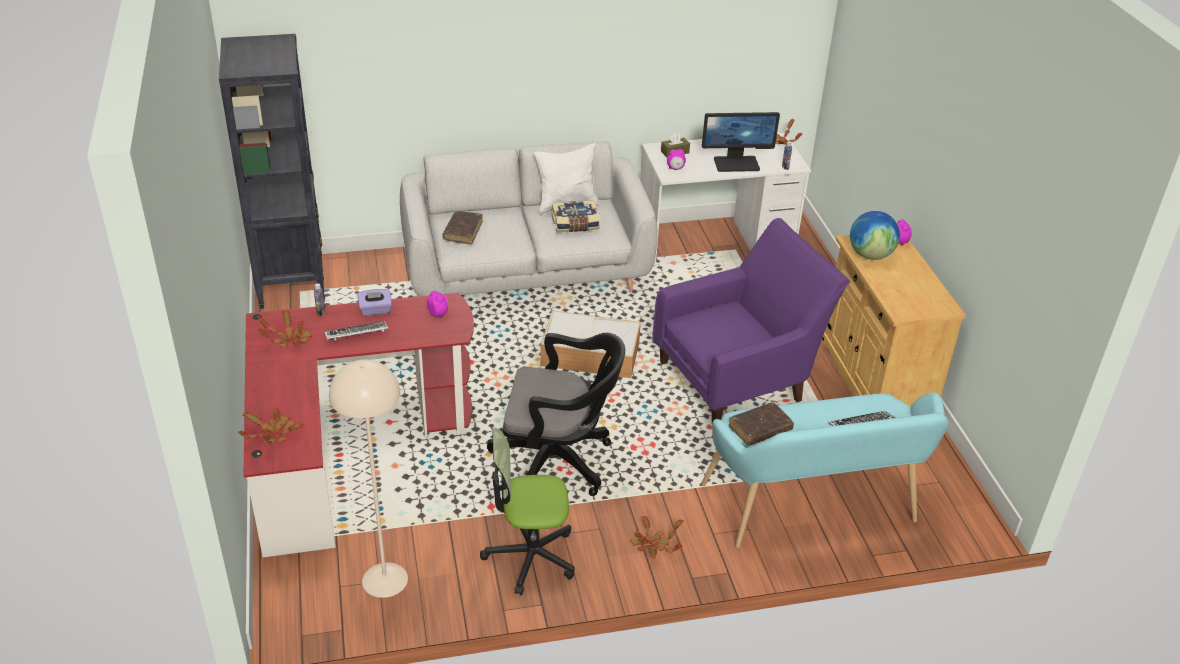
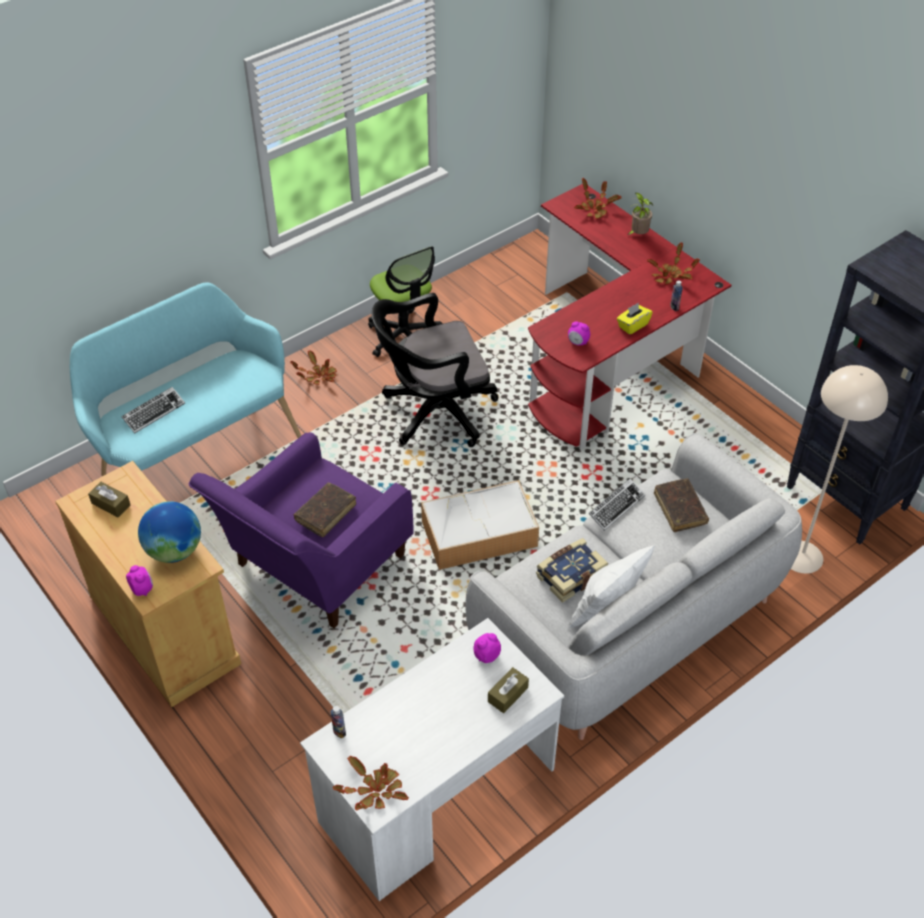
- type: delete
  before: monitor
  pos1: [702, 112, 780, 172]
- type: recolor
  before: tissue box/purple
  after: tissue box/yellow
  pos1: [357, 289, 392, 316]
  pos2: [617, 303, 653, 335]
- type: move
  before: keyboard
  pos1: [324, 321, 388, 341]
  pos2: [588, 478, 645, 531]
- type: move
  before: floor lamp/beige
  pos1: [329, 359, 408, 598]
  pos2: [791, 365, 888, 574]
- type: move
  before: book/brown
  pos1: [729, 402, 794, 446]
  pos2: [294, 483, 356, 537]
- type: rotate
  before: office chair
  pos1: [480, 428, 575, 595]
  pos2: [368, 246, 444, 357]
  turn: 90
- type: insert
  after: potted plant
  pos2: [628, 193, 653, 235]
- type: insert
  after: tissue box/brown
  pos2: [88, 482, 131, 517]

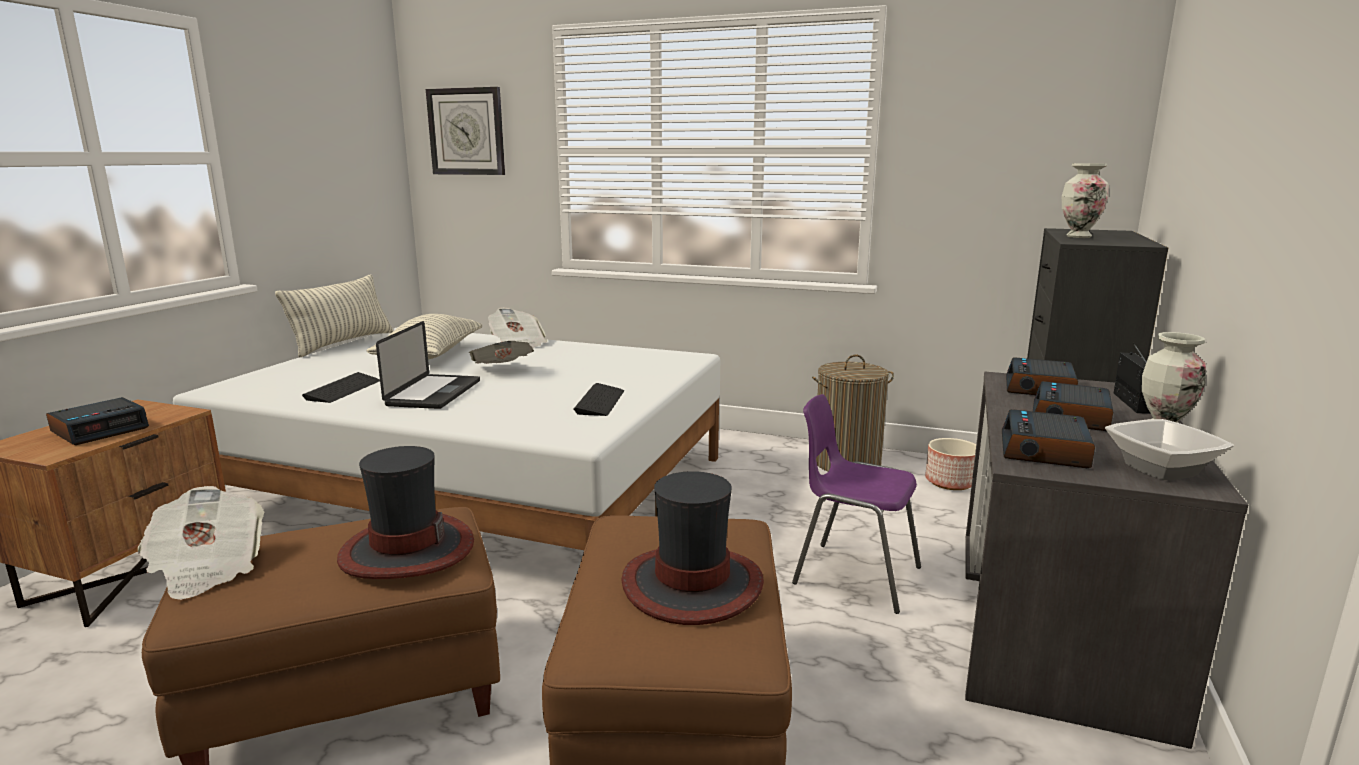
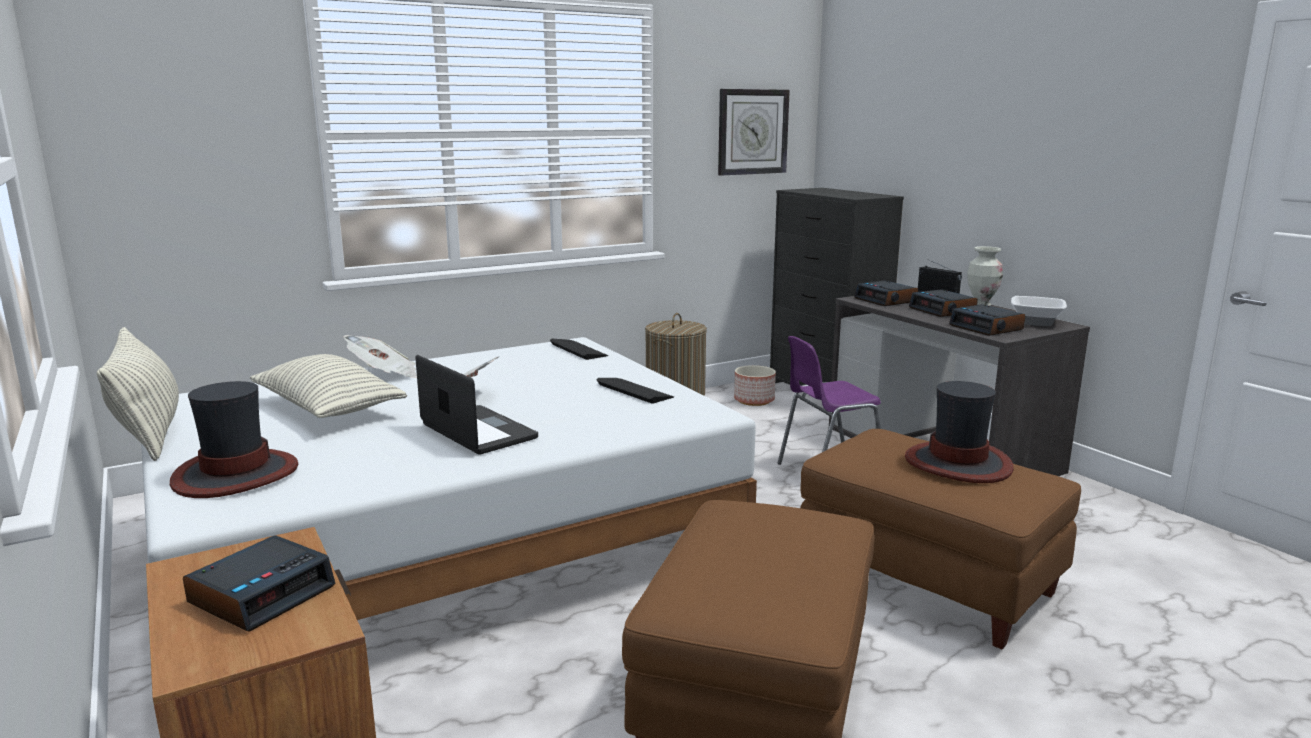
- type: move
  before: wall clock
  pos1: [426, 87, 505, 175]
  pos2: [718, 89, 790, 176]
- type: delete
  before: vase
  pos1: [1062, 163, 1108, 238]
- type: move
  before: keyboard
  pos1: [302, 372, 380, 403]
  pos2: [550, 339, 608, 360]
- type: rotate
  before: alarm clock
  pos1: [46, 397, 149, 445]
  pos2: [183, 535, 336, 632]
  turn: 45
- type: move
  before: hat
  pos1: [337, 446, 474, 579]
  pos2: [170, 381, 298, 498]
- type: delete
  before: newspaper
  pos1: [138, 486, 264, 600]

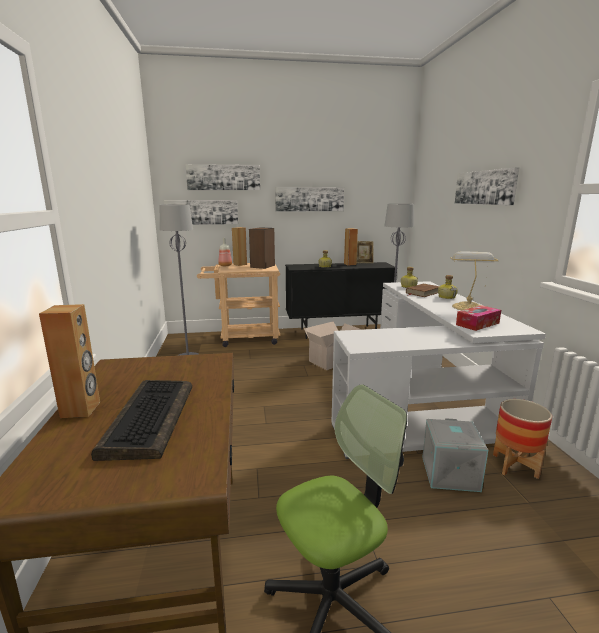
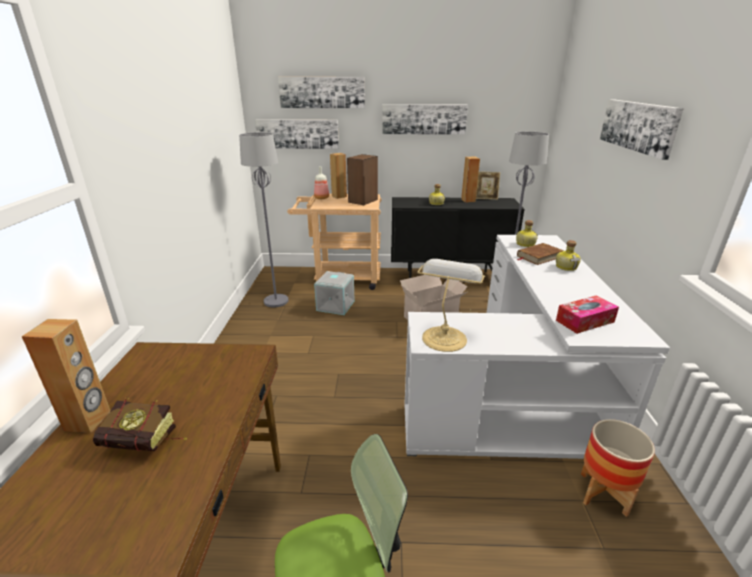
- type: move
  before: table lamp
  pos1: [451, 251, 499, 310]
  pos2: [417, 259, 485, 352]
- type: replace
  before: keyboard
  after: book
  pos1: [91, 380, 192, 461]
  pos2: [93, 398, 187, 451]
- type: move
  before: storage box/grey
  pos1: [422, 418, 488, 492]
  pos2: [314, 271, 354, 315]

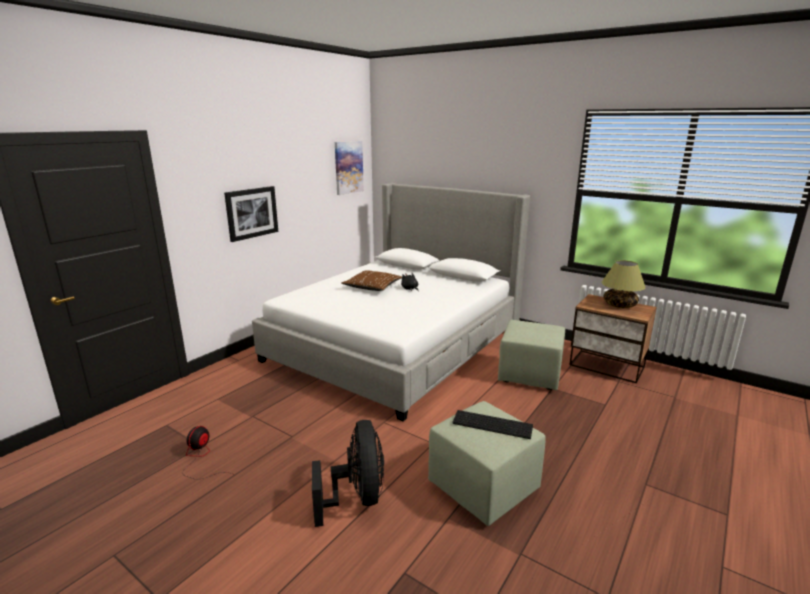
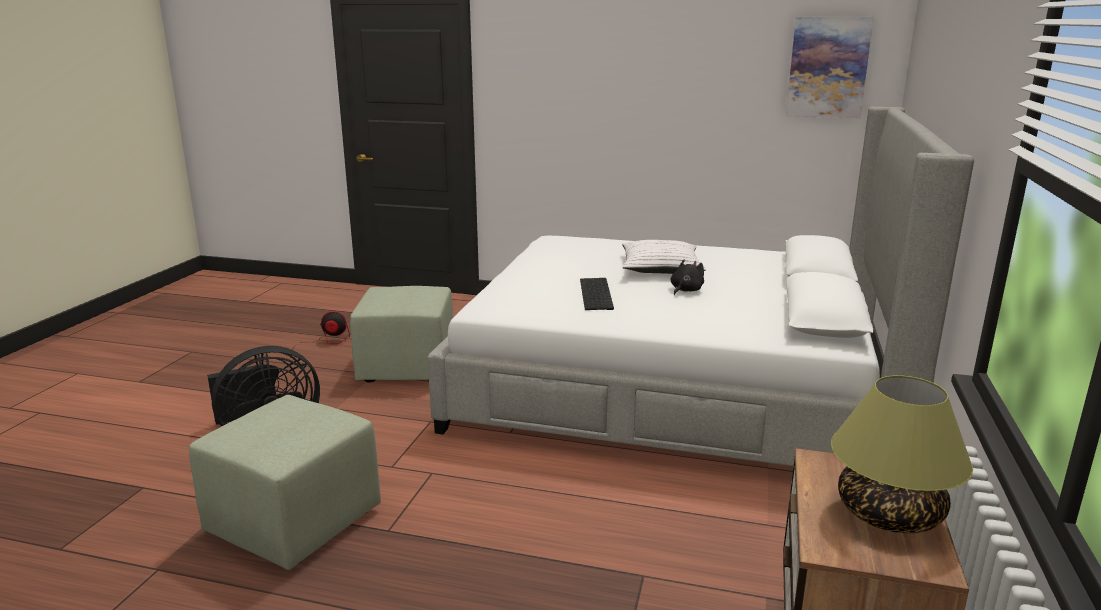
- type: delete
  before: picture
  pos1: [224, 186, 278, 242]
- type: recolor
  before: pillow/brown
  after: pillow/white
  pos1: [341, 270, 402, 291]
  pos2: [622, 240, 706, 274]
- type: move
  before: ottoman/green
  pos1: [498, 320, 565, 390]
  pos2: [350, 286, 453, 383]
- type: move
  before: keyboard
  pos1: [452, 410, 533, 439]
  pos2: [580, 278, 614, 310]

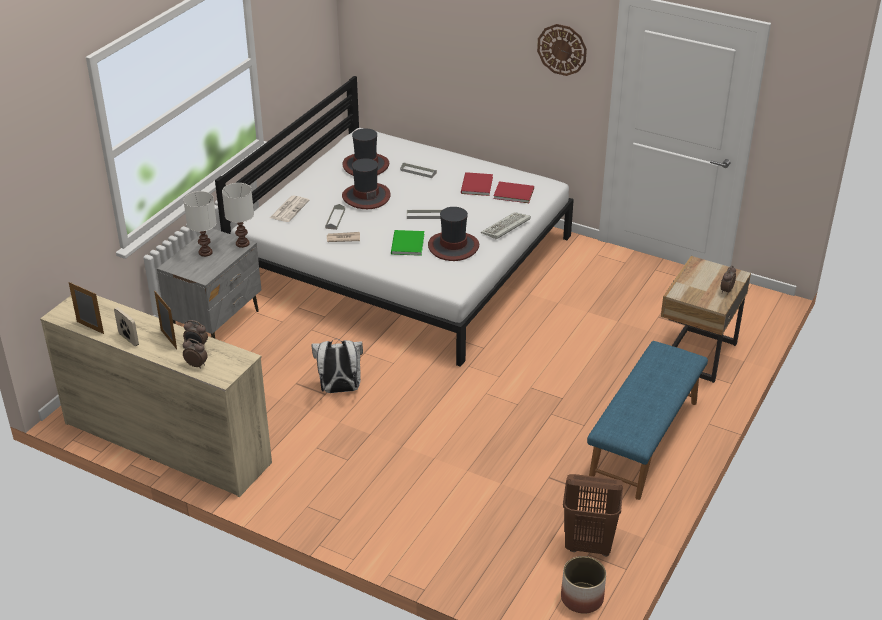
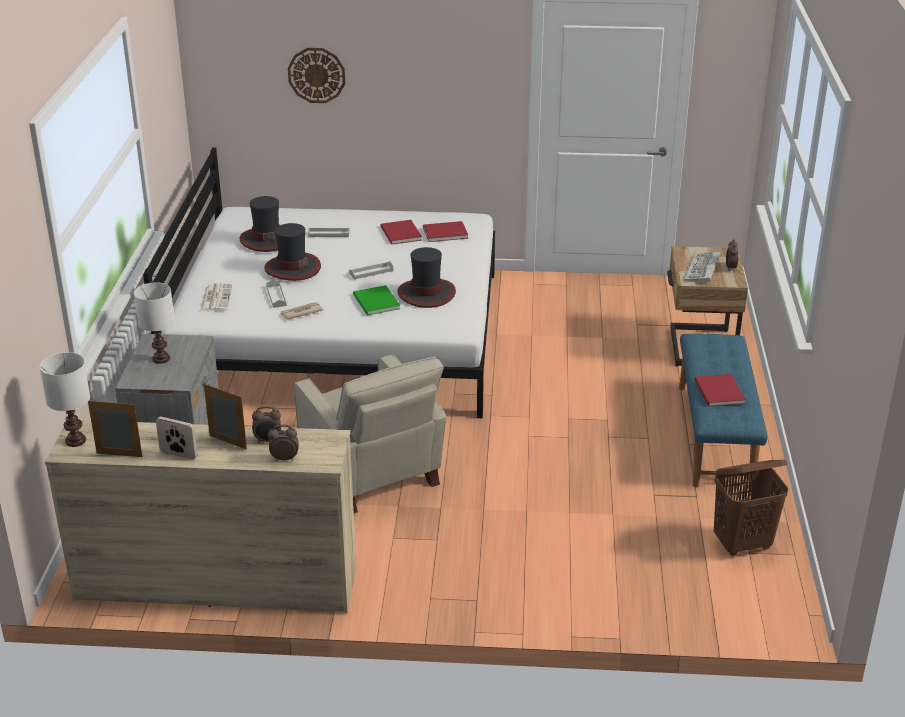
- type: move
  before: wall clock
  pos1: [537, 24, 587, 76]
  pos2: [288, 48, 345, 103]
- type: move
  before: table lamp/white
  pos1: [222, 183, 254, 248]
  pos2: [40, 352, 90, 447]
- type: move
  before: keyboard
  pos1: [481, 212, 531, 240]
  pos2: [684, 252, 720, 283]
- type: replace
  before: backpack/white
  after: armchair/beige
  pos1: [311, 339, 363, 393]
  pos2: [294, 354, 446, 513]
- type: delete
  before: planter
  pos1: [561, 556, 606, 613]
- type: insert
  after: book/red
  pos2: [694, 374, 746, 407]

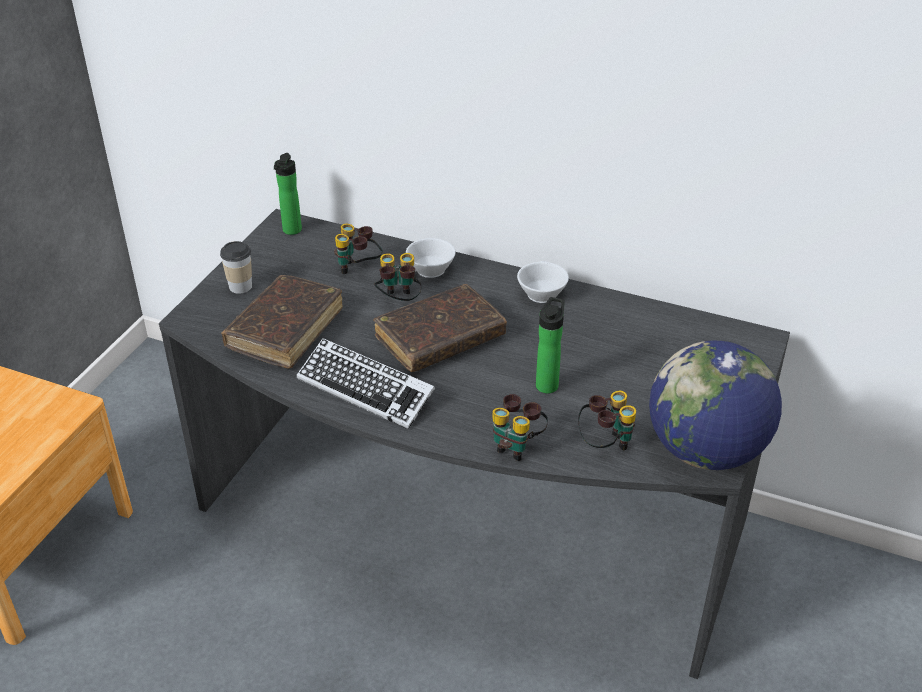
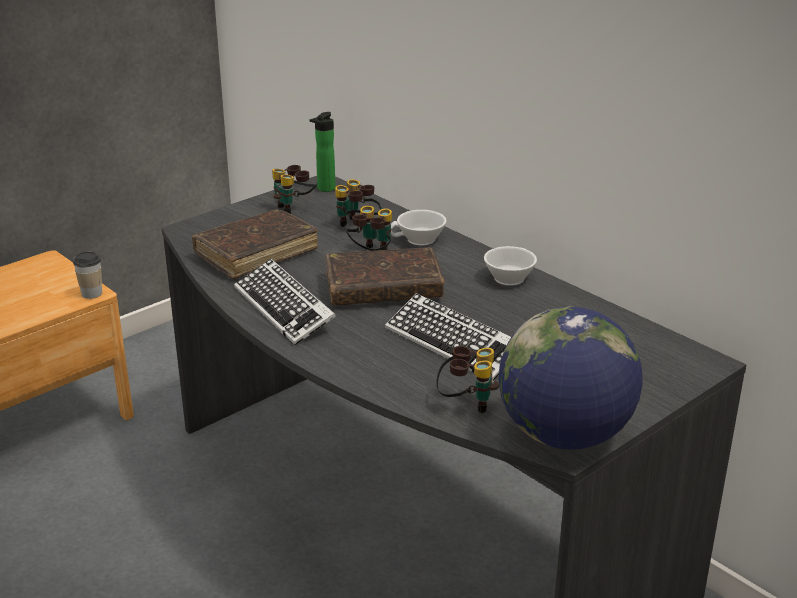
- type: move
  before: cup
  pos1: [220, 241, 252, 294]
  pos2: [73, 251, 102, 299]
- type: replace
  before: bottle
  after: keyboard
  pos1: [536, 297, 565, 394]
  pos2: [385, 293, 511, 380]
- type: move
  before: binoculars
  pos1: [492, 394, 548, 461]
  pos2: [272, 165, 317, 214]

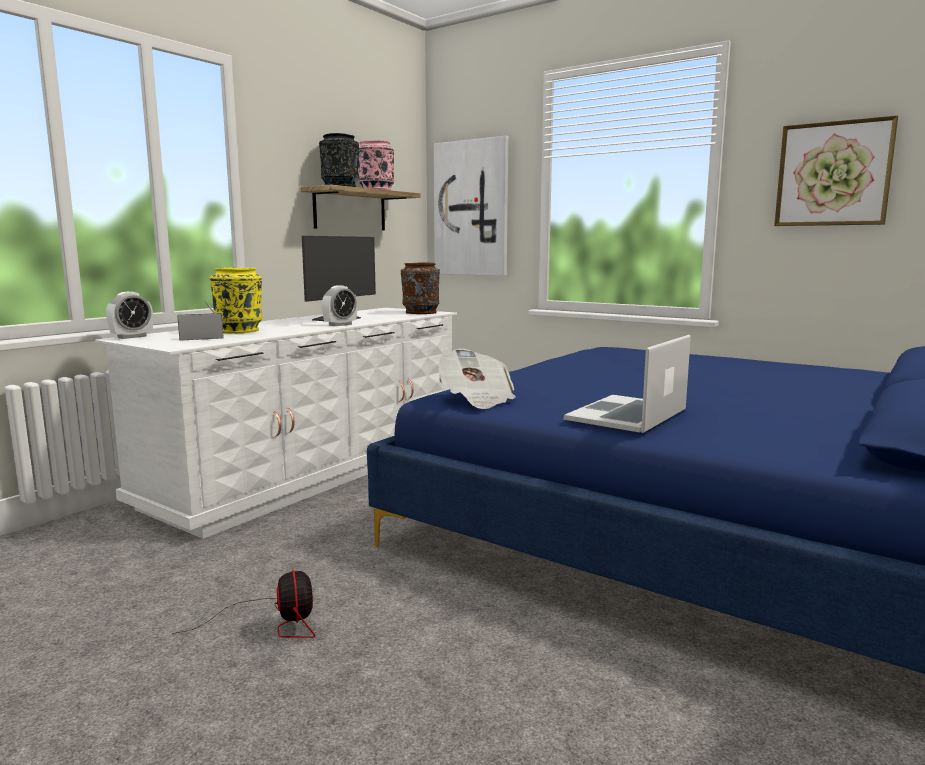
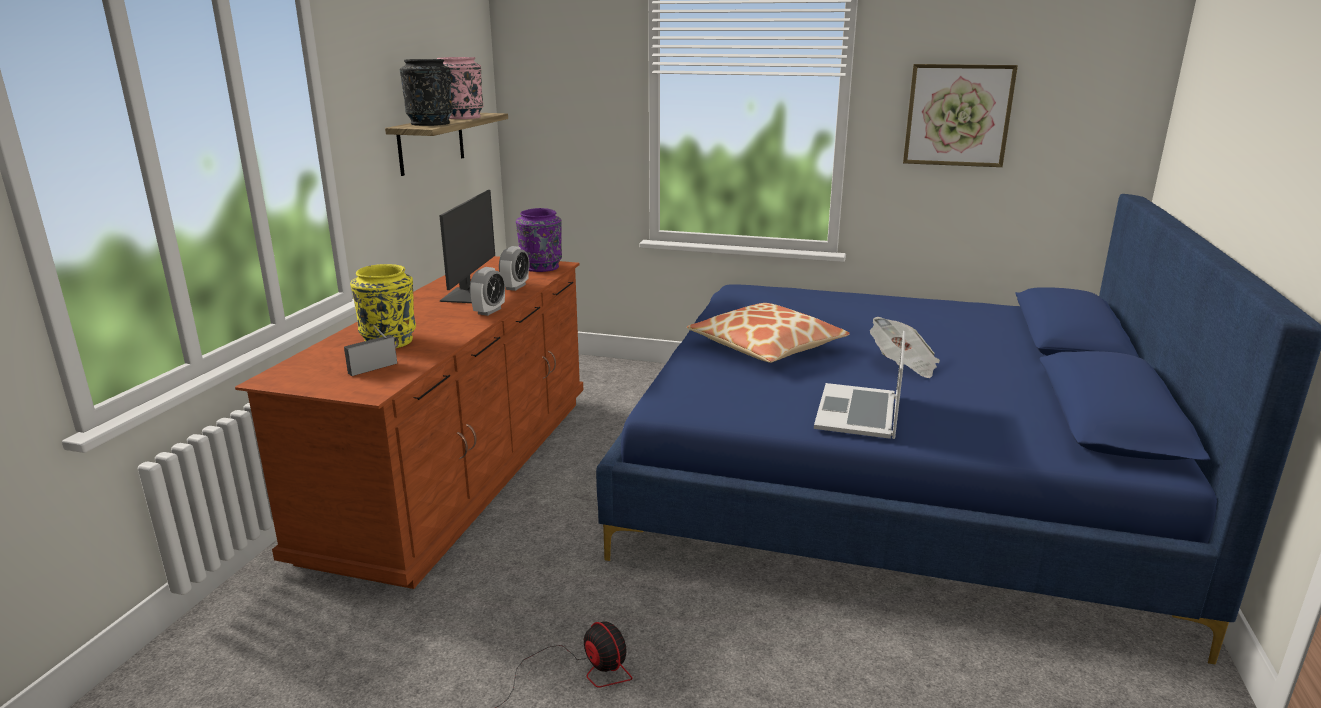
- type: delete
  before: picture
  pos1: [434, 136, 508, 276]
- type: recolor
  before: vase/brown
  after: vase/purple
  pos1: [401, 262, 440, 314]
  pos2: [516, 208, 562, 272]
- type: move
  before: alarm clock
  pos1: [106, 292, 153, 339]
  pos2: [499, 246, 529, 291]
- type: recolor
  before: dresser/white
  after: dresser/brown
  pos1: [95, 308, 457, 539]
  pos2: [235, 256, 583, 589]
- type: move
  before: newspaper
  pos1: [439, 349, 516, 409]
  pos2: [870, 317, 940, 378]
- type: insert
  after: pillow
  pos2: [687, 303, 850, 363]

